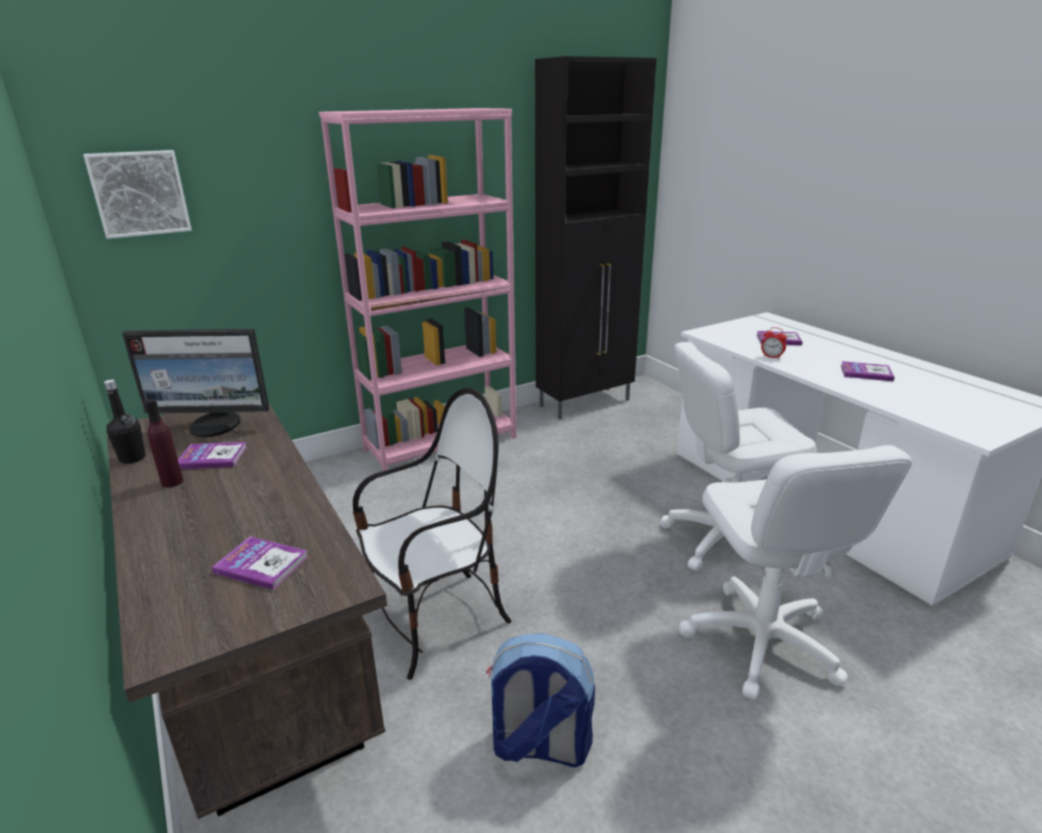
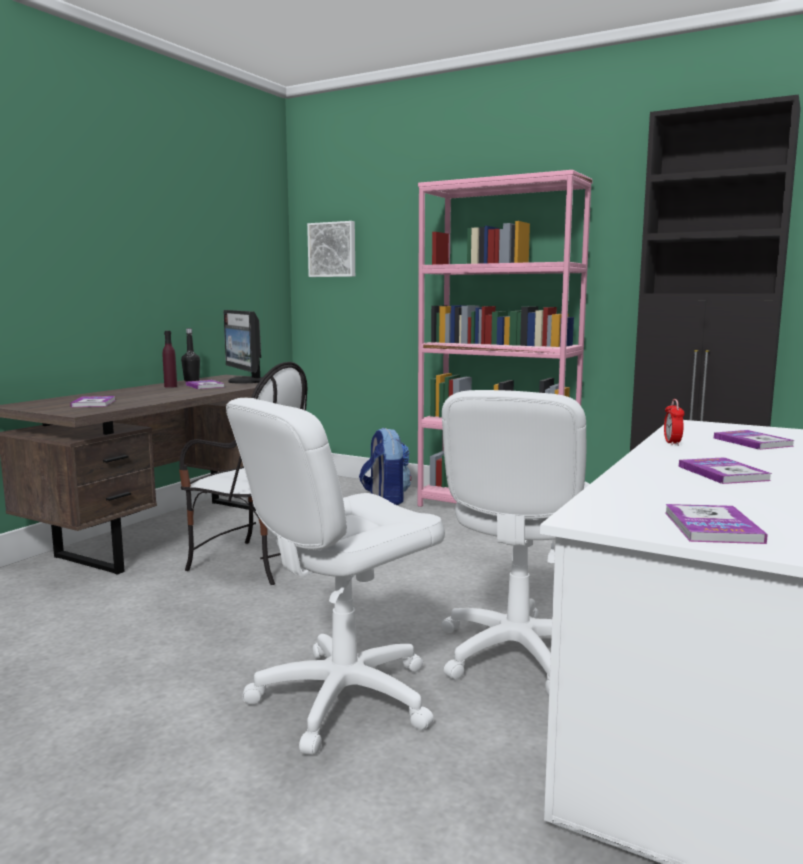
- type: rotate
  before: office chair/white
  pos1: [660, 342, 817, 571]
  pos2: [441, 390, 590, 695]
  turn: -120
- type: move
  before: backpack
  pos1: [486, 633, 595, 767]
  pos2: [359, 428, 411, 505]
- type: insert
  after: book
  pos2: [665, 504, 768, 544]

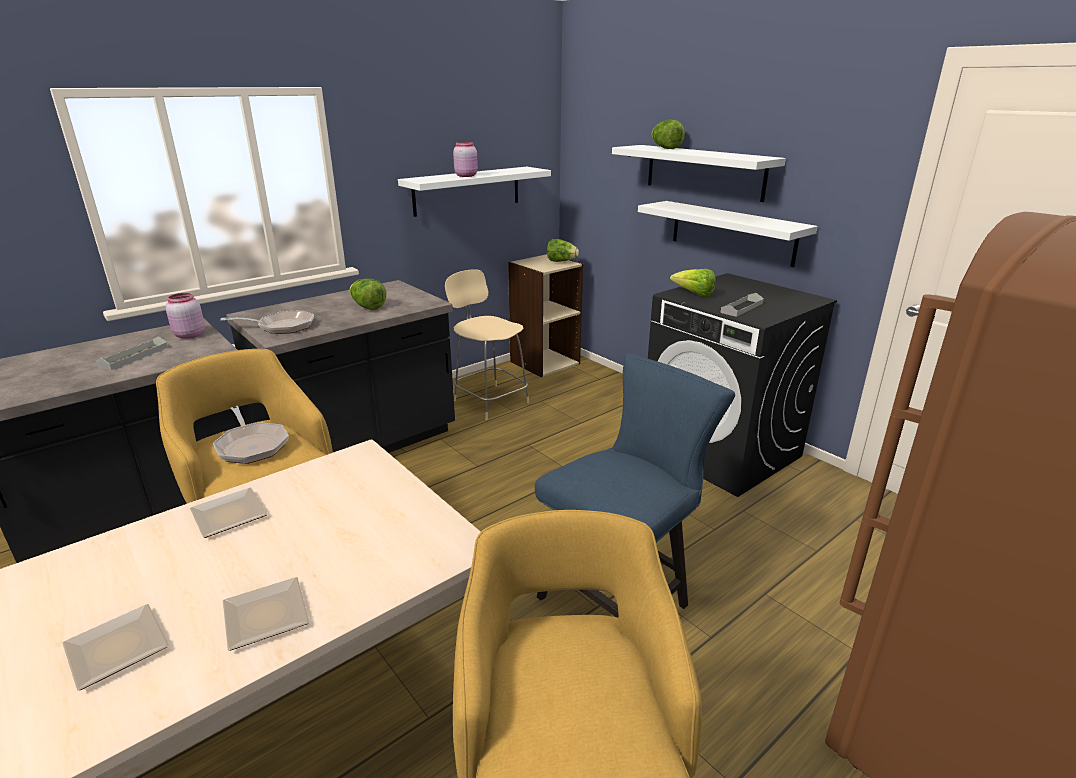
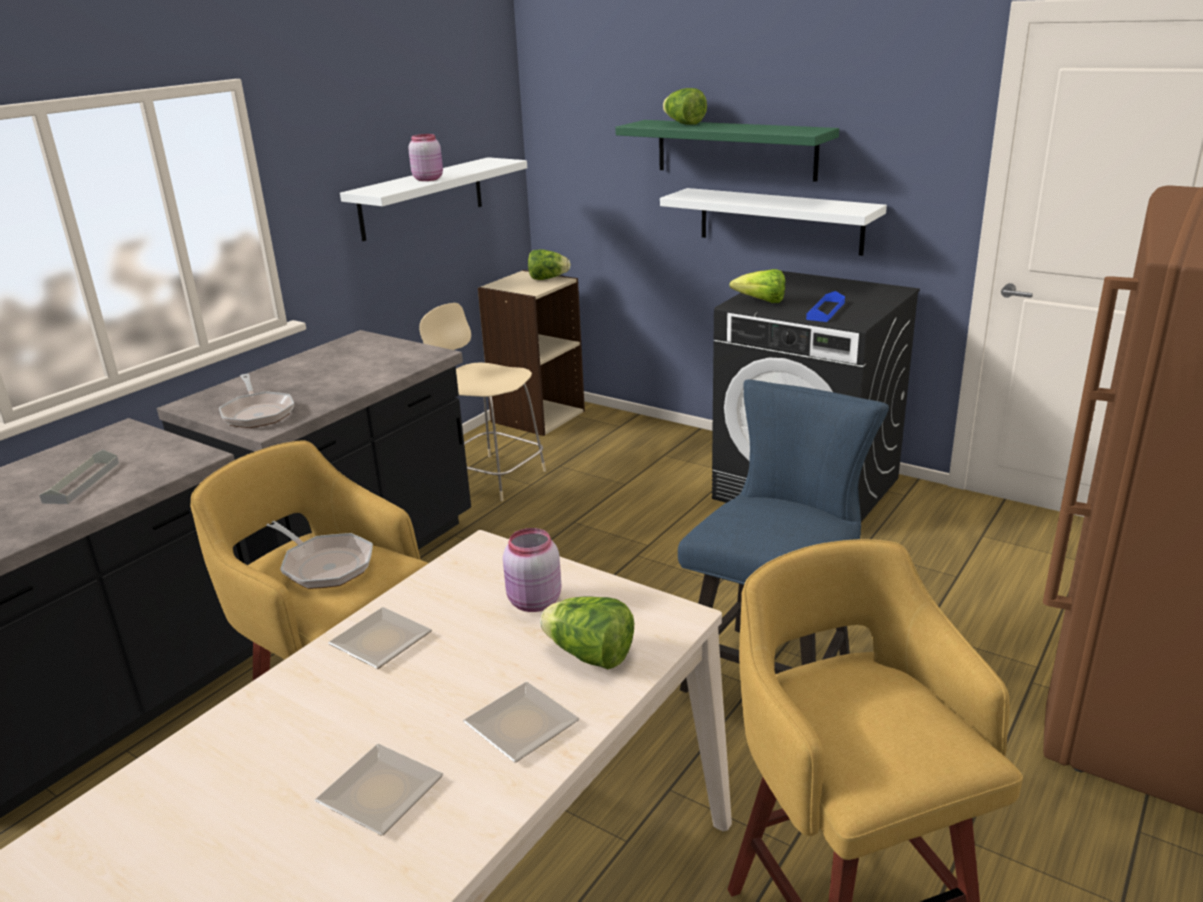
- type: recolor
  before: shelf/white
  after: shelf/green
  pos1: [612, 145, 786, 202]
  pos2: [615, 120, 839, 182]
- type: move
  before: lettuce
  pos1: [350, 279, 386, 310]
  pos2: [540, 596, 634, 669]
- type: move
  before: jar/pink
  pos1: [166, 293, 205, 339]
  pos2: [503, 528, 561, 612]
- type: recolor
  before: tray/grey
  after: tray/blue
  pos1: [720, 293, 764, 317]
  pos2: [806, 291, 845, 322]
- type: rotate
  before: frying pan
  pos1: [220, 310, 314, 334]
  pos2: [219, 374, 294, 428]
  turn: 90

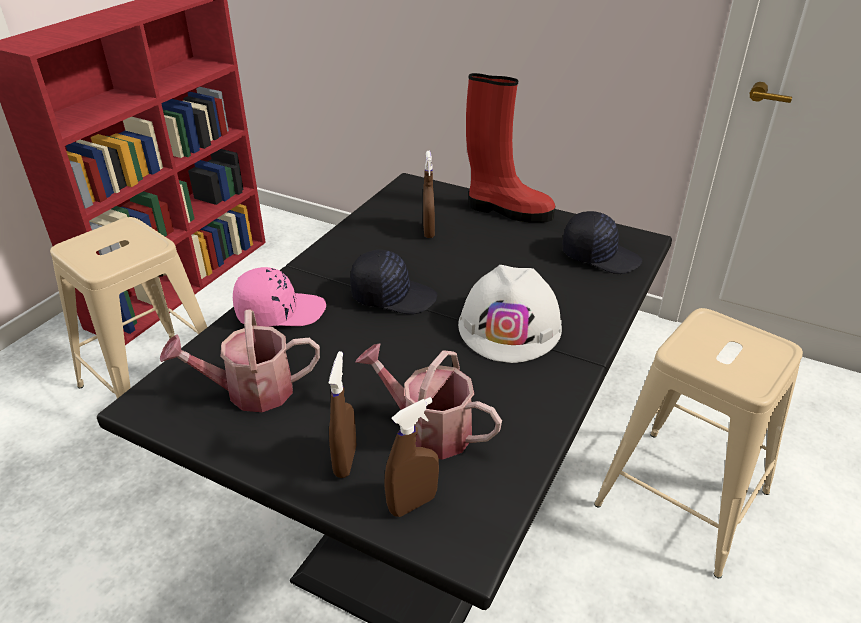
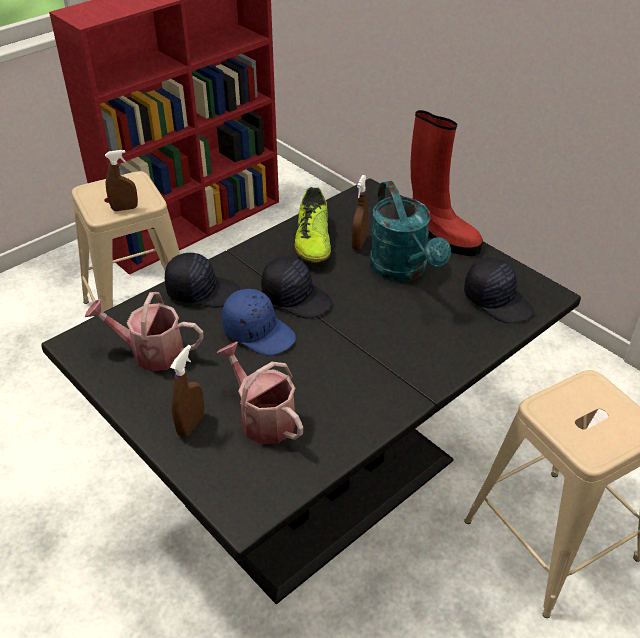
- type: delete
  before: hard hat/white
  pos1: [458, 265, 562, 363]
- type: recolor
  before: cap/pink
  after: cap/black
  pos1: [233, 267, 326, 327]
  pos2: [165, 253, 240, 308]
- type: move
  before: spray bottle/brown
  pos1: [385, 397, 439, 517]
  pos2: [105, 150, 138, 211]
- type: insert
  after: watering can/turquoise
  pos2: [370, 181, 451, 282]
- type: insert
  after: shoe
  pos2: [295, 187, 331, 263]
- type: insert
  after: cap/blue
  pos2: [222, 289, 296, 356]

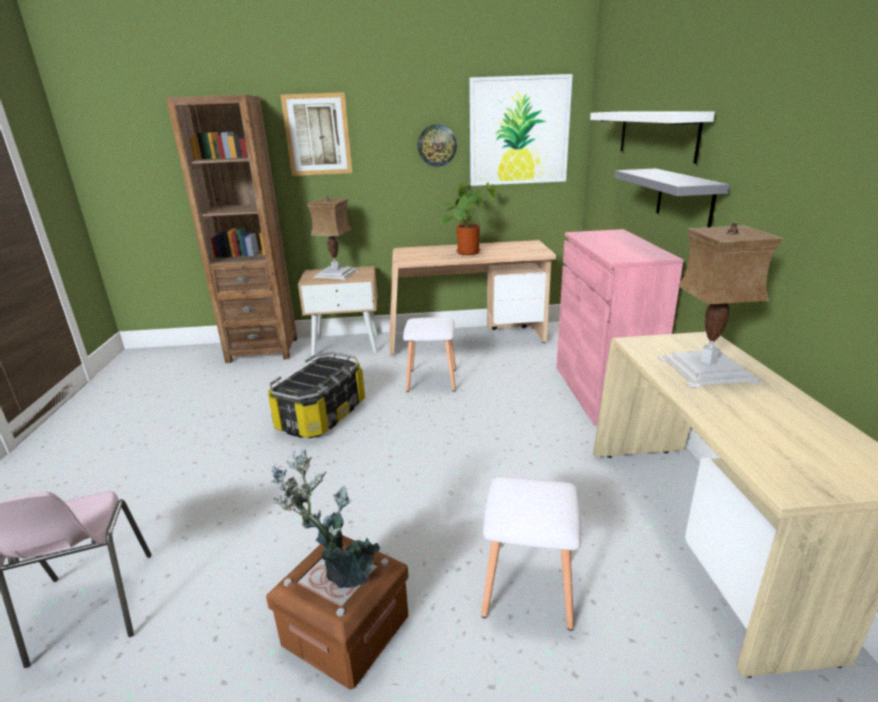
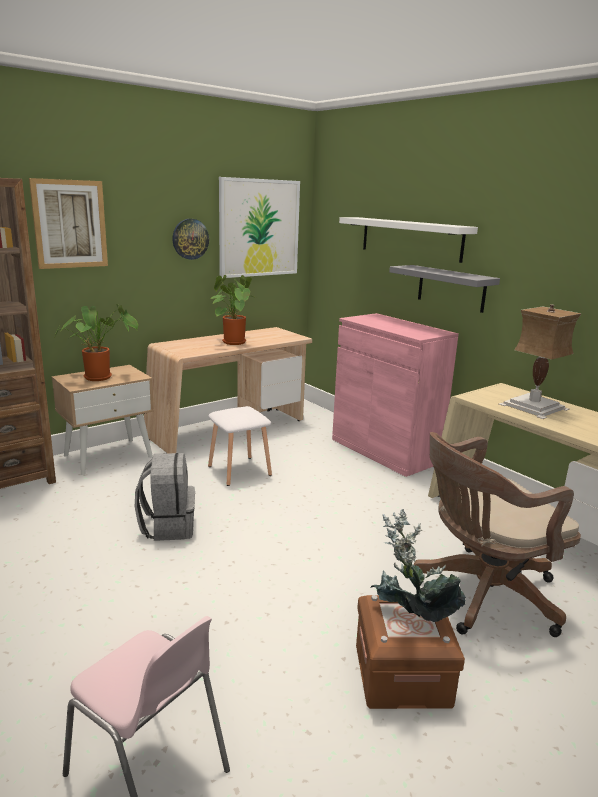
- type: replace
  before: table lamp
  after: potted plant
  pos1: [307, 196, 360, 280]
  pos2: [55, 304, 138, 381]
- type: replace
  before: storage box
  after: backpack/grey
  pos1: [268, 352, 365, 438]
  pos2: [135, 453, 195, 541]
- type: replace
  before: stool/white
  after: office chair/brown
  pos1: [481, 476, 581, 631]
  pos2: [414, 432, 581, 637]

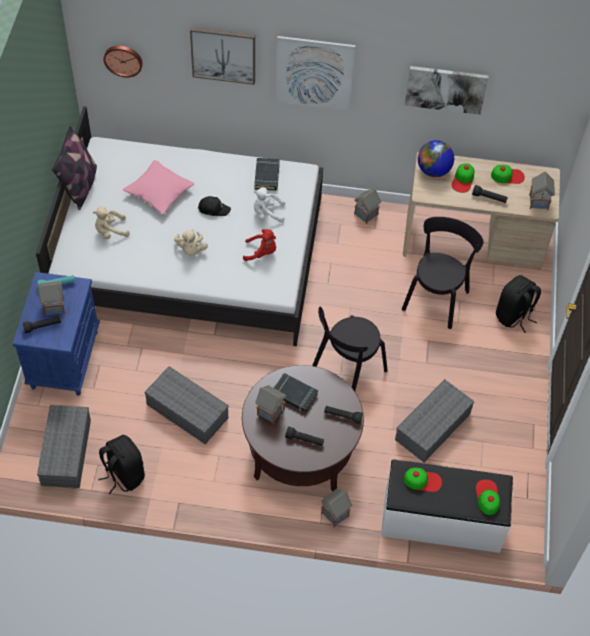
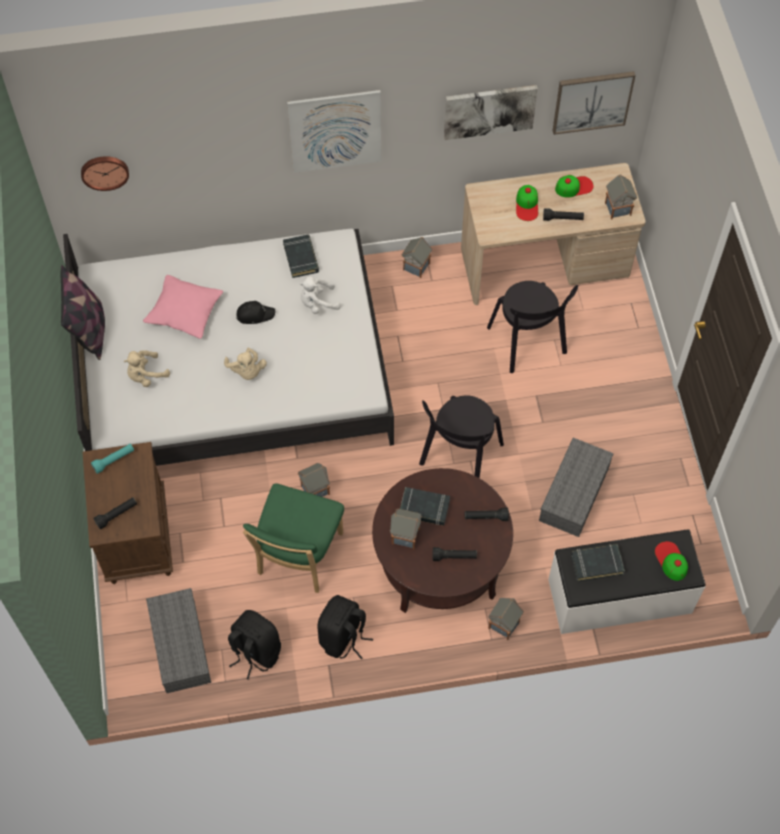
- type: move
  before: picture
  pos1: [190, 27, 255, 85]
  pos2: [553, 71, 636, 135]
- type: delete
  before: globe
  pos1: [418, 140, 454, 177]
- type: rotate
  before: chair/black
  pos1: [402, 217, 484, 329]
  pos2: [487, 281, 578, 373]
  turn: 150
- type: delete
  before: plush toy/red
  pos1: [243, 229, 276, 261]
- type: recolor
  before: nightstand/blue
  after: nightstand/brown
  pos1: [13, 272, 100, 396]
  pos2: [82, 442, 173, 584]
- type: move
  before: backpack/black
  pos1: [496, 275, 541, 333]
  pos2: [317, 595, 373, 659]
- type: move
  before: toy house
  pos1: [37, 281, 65, 316]
  pos2: [298, 463, 330, 497]
- type: replace
  before: storage box/grey
  after: chair/green
  pos1: [145, 366, 229, 444]
  pos2: [243, 483, 344, 593]
- type: replace
  before: cap
  after: book/black
  pos1: [404, 468, 442, 492]
  pos2: [571, 544, 625, 582]

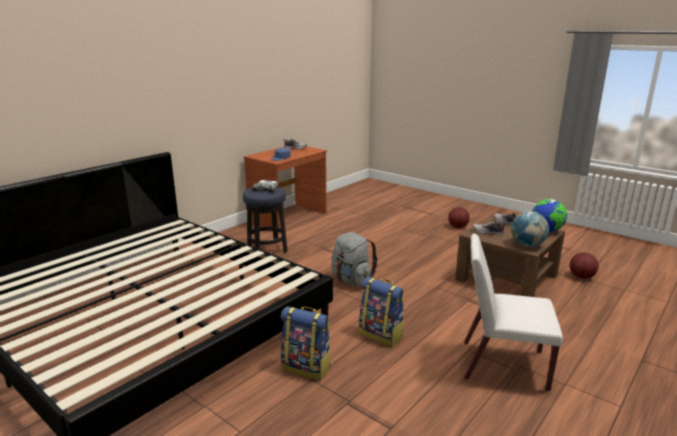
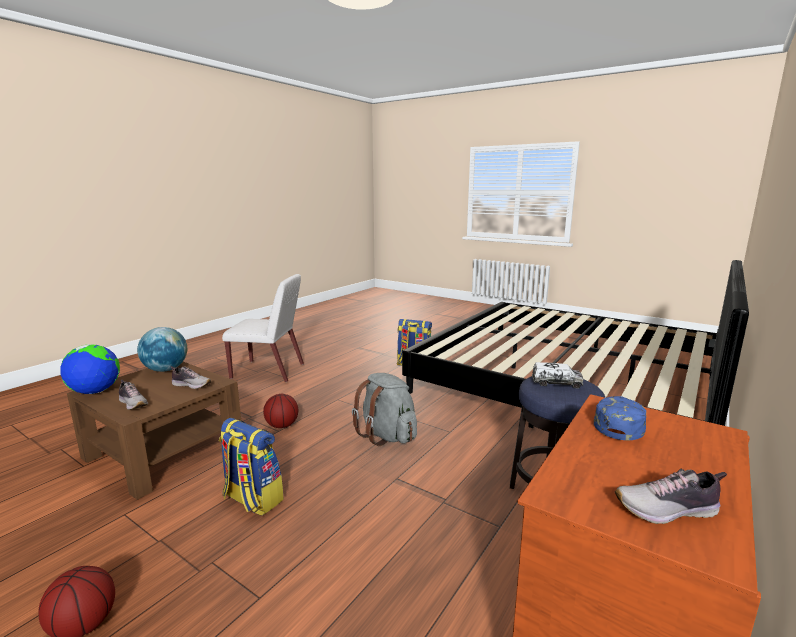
- type: move
  before: basketball
  pos1: [570, 253, 599, 279]
  pos2: [263, 394, 298, 428]
- type: move
  before: backpack
  pos1: [359, 277, 404, 347]
  pos2: [219, 418, 284, 515]

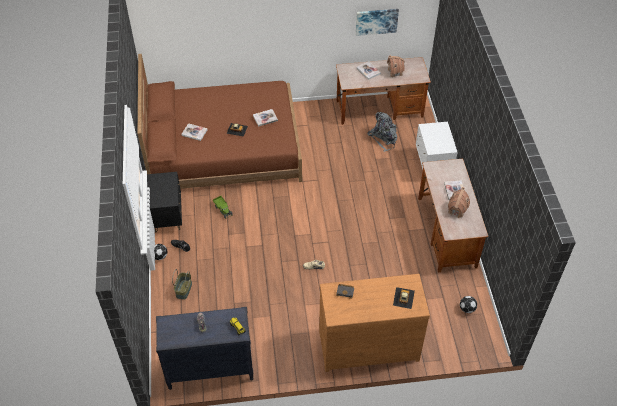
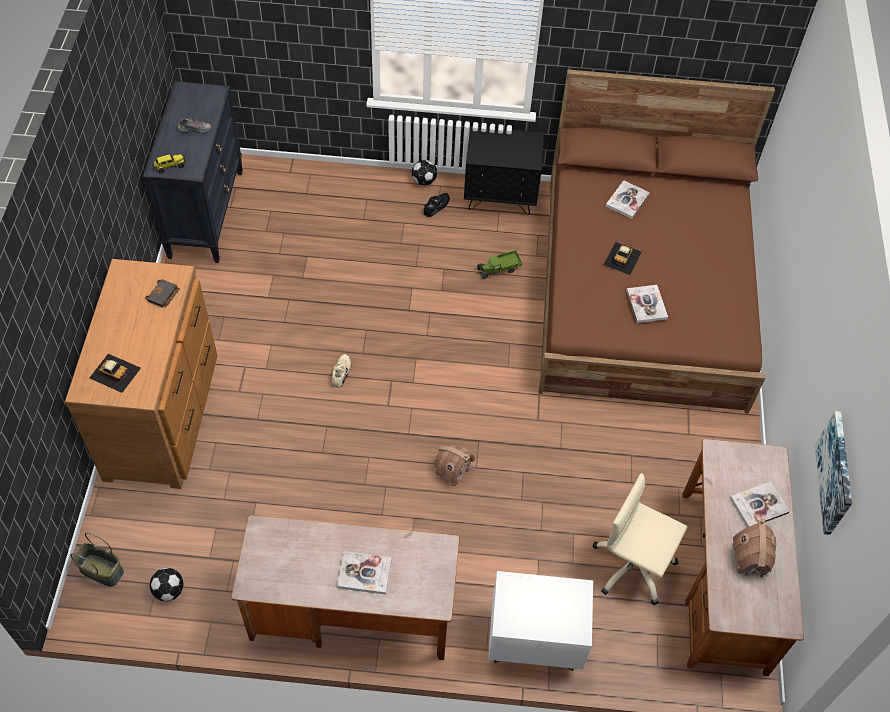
- type: replace
  before: backpack/grey
  after: office chair/beige
  pos1: [367, 112, 397, 152]
  pos2: [592, 473, 687, 605]
- type: move
  before: toy house
  pos1: [448, 187, 470, 219]
  pos2: [433, 445, 475, 487]
- type: move
  before: basket
  pos1: [172, 269, 192, 300]
  pos2: [70, 532, 124, 587]

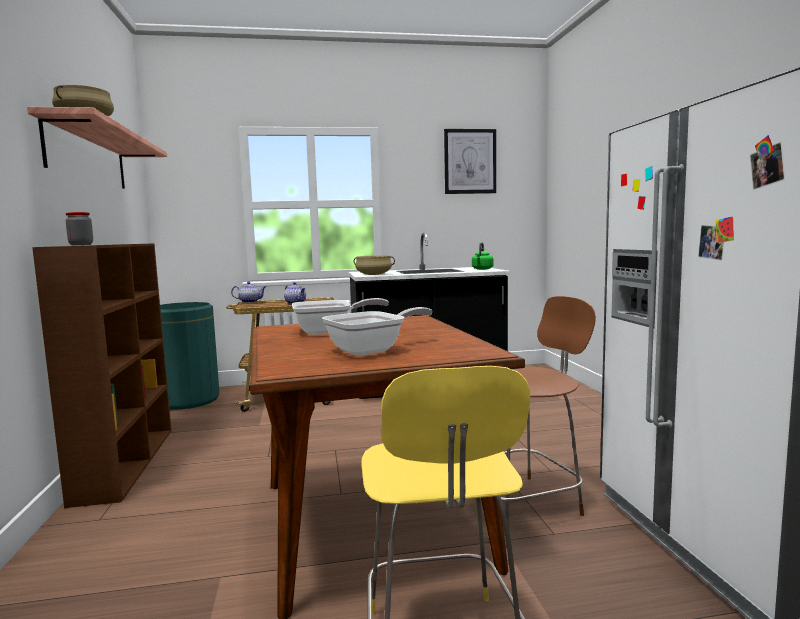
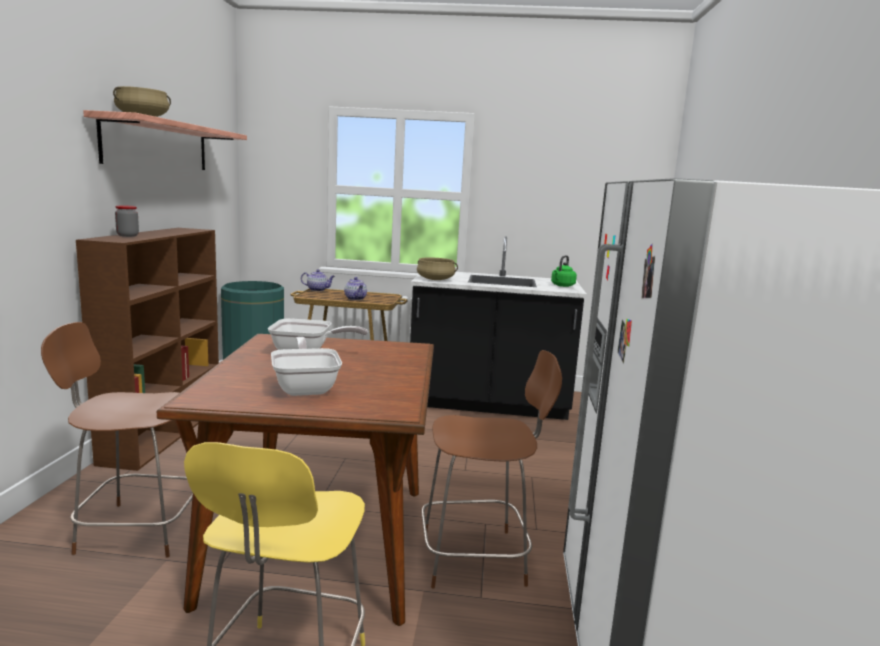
- type: delete
  before: picture
  pos1: [444, 129, 496, 194]
- type: rotate
  before: frying pan
  pos1: [322, 307, 432, 356]
  pos2: [271, 337, 342, 396]
  turn: -90
- type: insert
  after: stool/brown
  pos2: [41, 322, 193, 558]

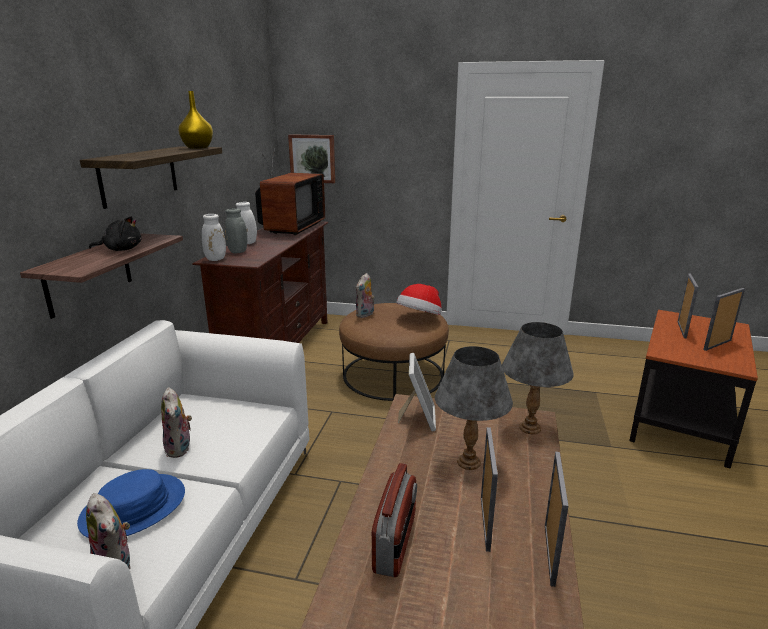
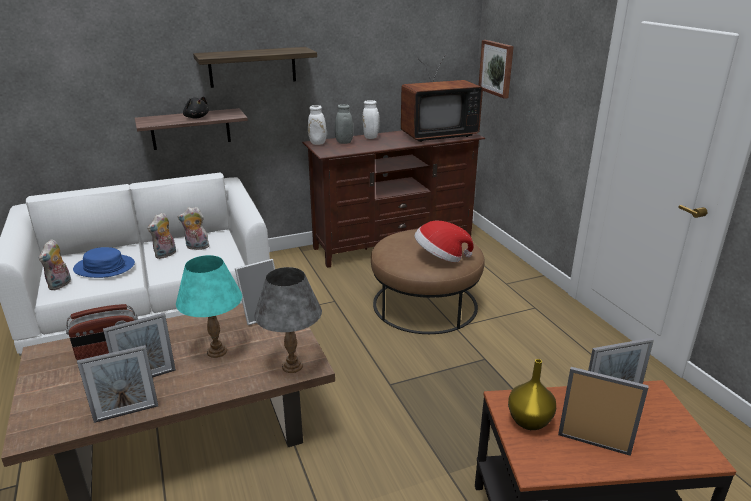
- type: move
  before: vase/yellow
  pos1: [178, 91, 213, 149]
  pos2: [508, 359, 556, 430]
- type: move
  before: plush toy
  pos1: [356, 273, 375, 318]
  pos2: [178, 207, 209, 250]
- type: recolor
  before: table lamp/grey
  after: table lamp/turquoise
  pos1: [435, 346, 513, 470]
  pos2: [176, 255, 242, 358]

